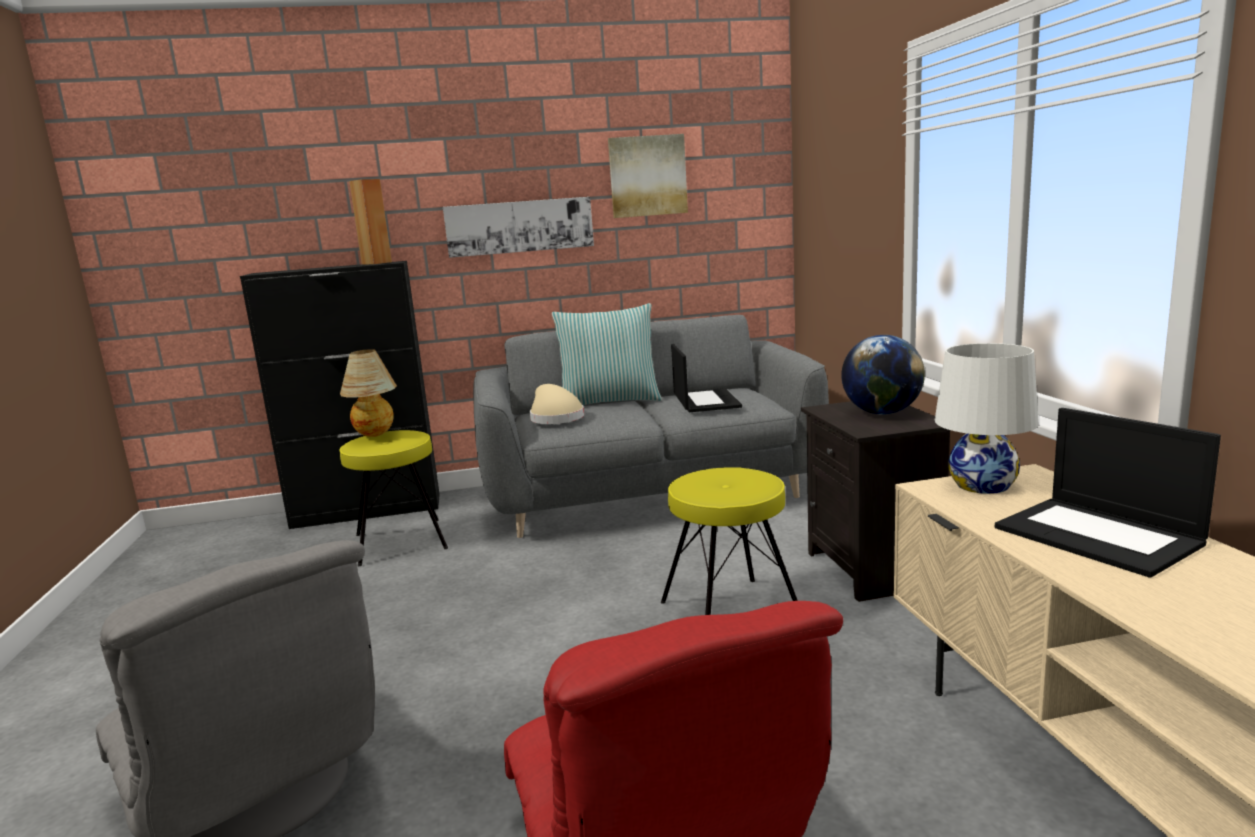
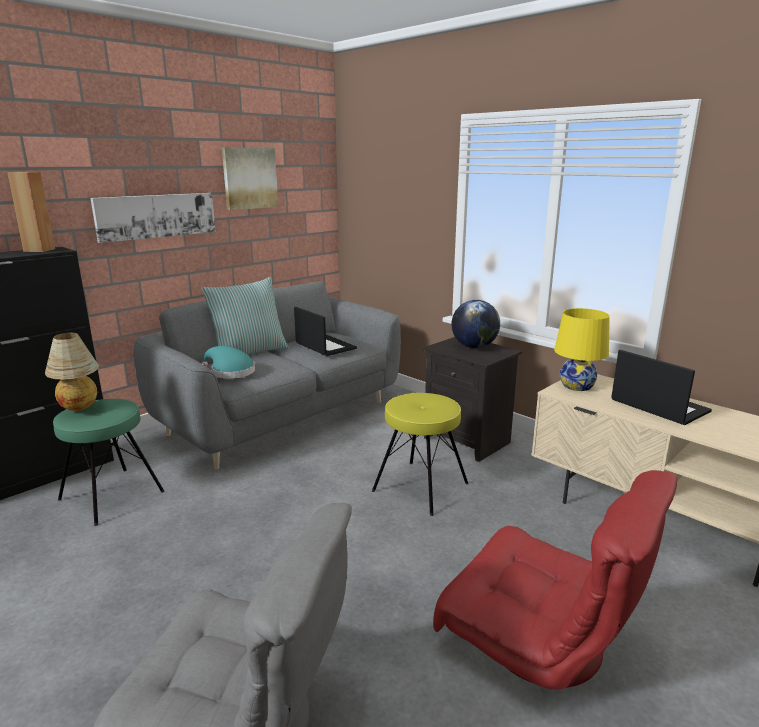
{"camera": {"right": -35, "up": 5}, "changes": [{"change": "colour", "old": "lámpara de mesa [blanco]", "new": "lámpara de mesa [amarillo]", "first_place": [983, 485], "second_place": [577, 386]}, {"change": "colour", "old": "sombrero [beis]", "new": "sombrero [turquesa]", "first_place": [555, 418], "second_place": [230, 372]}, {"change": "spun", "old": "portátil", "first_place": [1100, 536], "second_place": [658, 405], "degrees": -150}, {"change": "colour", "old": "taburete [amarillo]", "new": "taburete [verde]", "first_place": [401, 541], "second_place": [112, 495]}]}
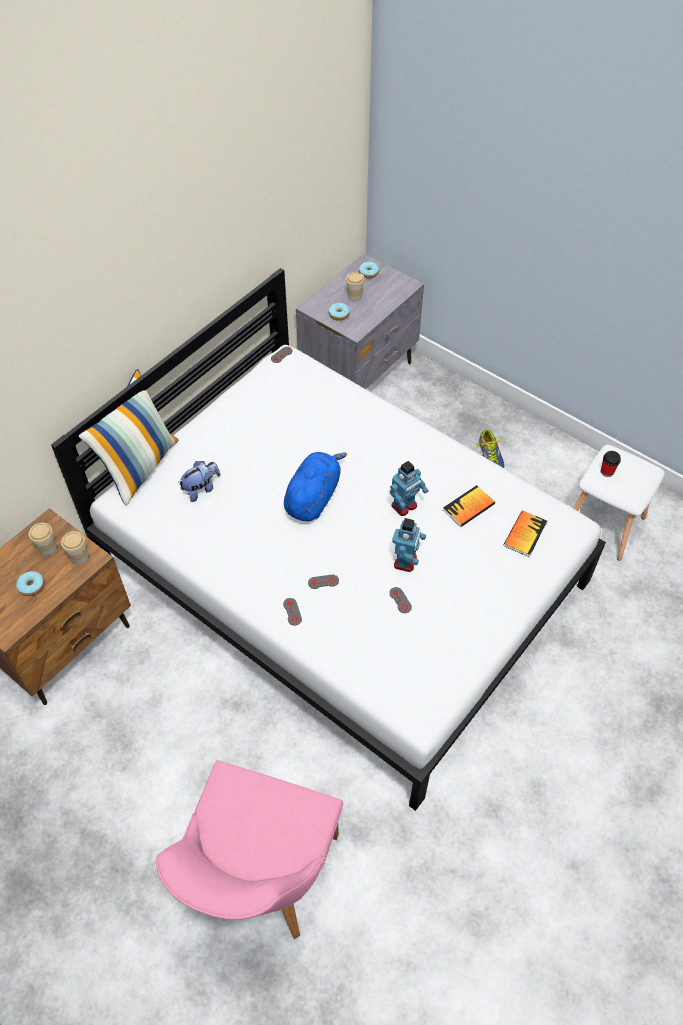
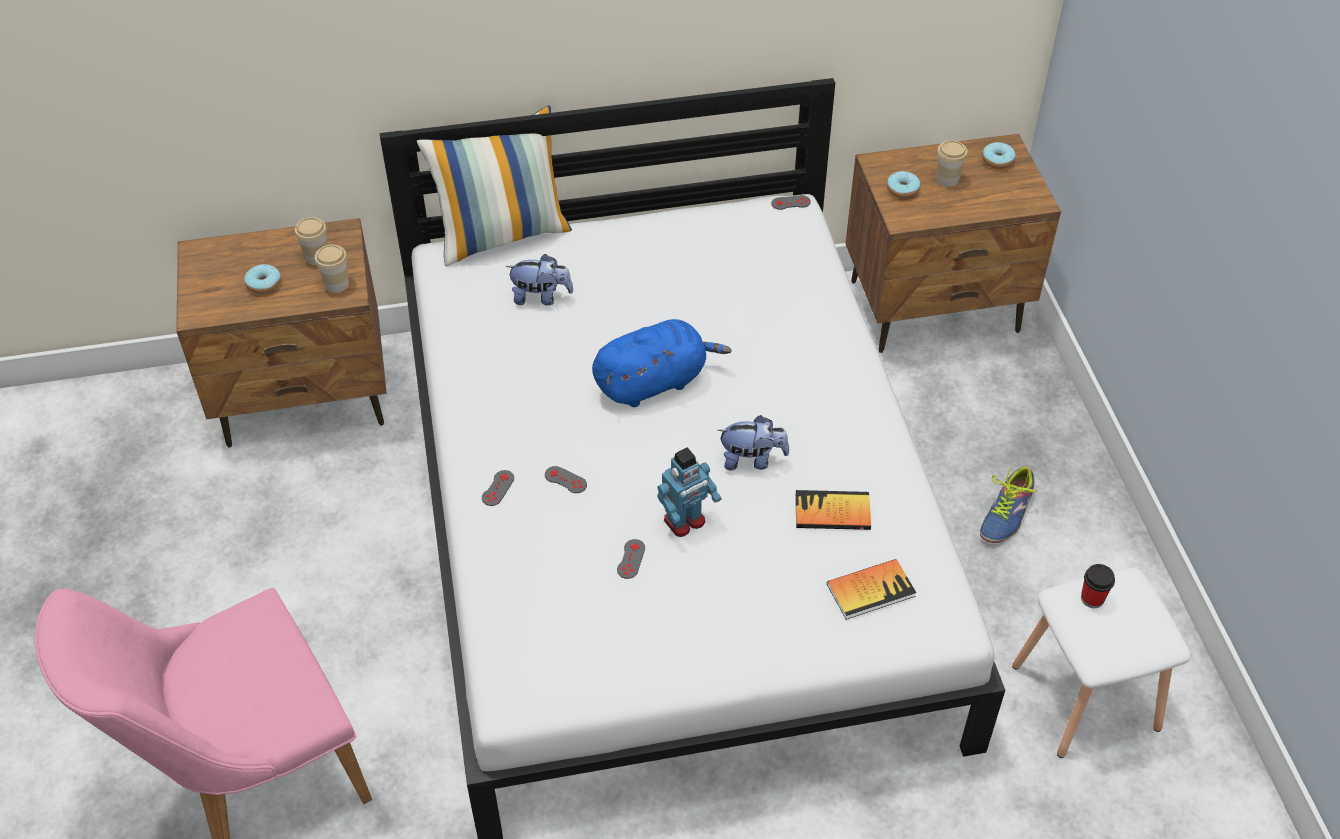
{"camera": {"right": 40, "up": -5}, "changes": [{"change": "colour", "old": "mesita de noche [gris]", "new": "mesita de noche [marrón]", "first_place": [360, 373], "second_place": [935, 307]}, {"change": "exchanged", "old": "robot de juguete", "new": "peluche", "first_place": [404, 506], "second_place": [752, 460]}]}
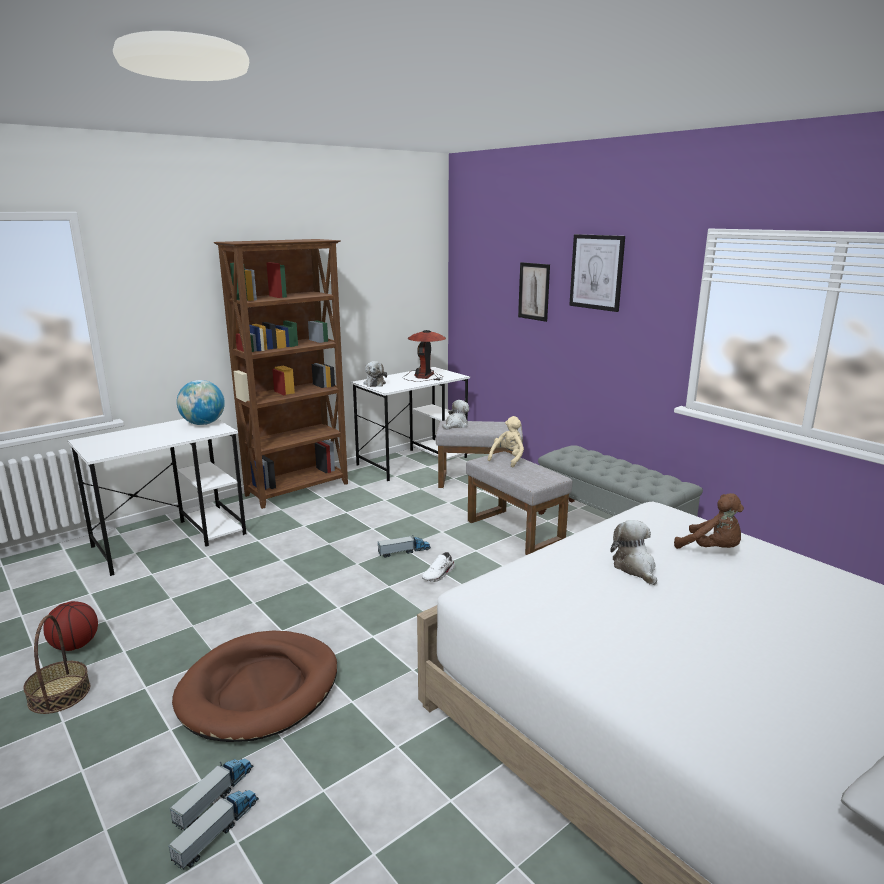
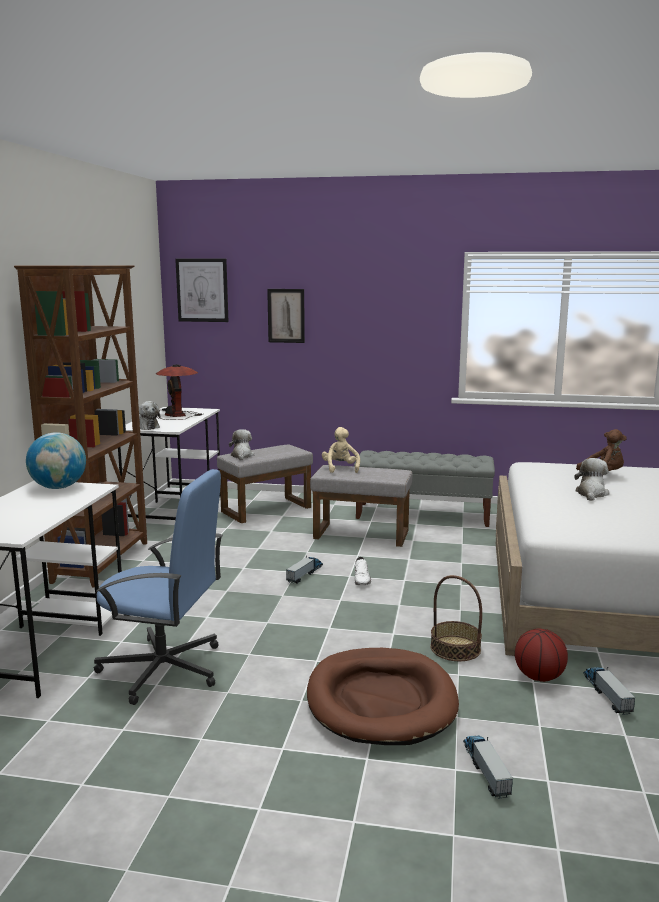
{"camera": {"right": -40, "up": -5}, "changes": [{"change": "relocated", "old": "cuadro", "first_place": [596, 272], "second_place": [202, 290]}, {"change": "spun", "old": "peluche", "first_place": [635, 567], "second_place": [591, 494], "degrees": 75}, {"change": "relocated", "old": "balón de baloncesto", "first_place": [75, 645], "second_place": [538, 677]}, {"change": "relocated", "old": "cesta", "first_place": [59, 694], "second_place": [455, 648]}, {"change": "relocated", "old": "camión de juguete", "first_place": [217, 831], "second_place": [606, 694]}, {"change": "appeared", "new": "silla de oficina [azul]", "second_place": [164, 669]}]}
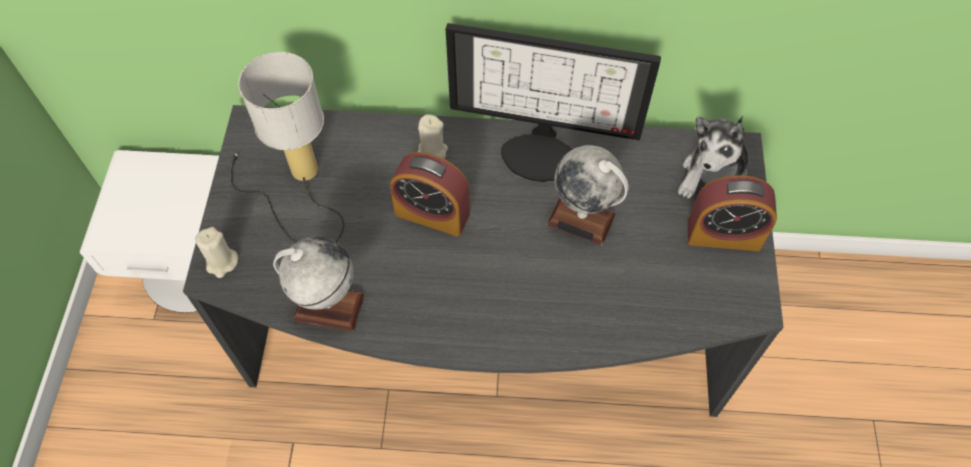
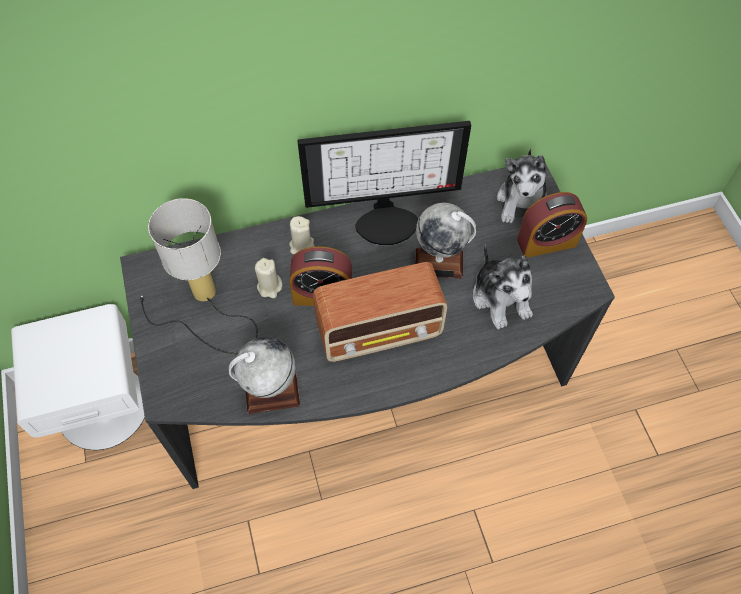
{"camera": {"right": -20, "up": 0}, "changes": [{"change": "relocated", "old": "vela [beis]", "first_place": [222, 262], "second_place": [269, 287]}, {"change": "appeared", "new": "peluche", "second_place": [501, 298]}, {"change": "appeared", "new": "radio", "second_place": [380, 331]}]}
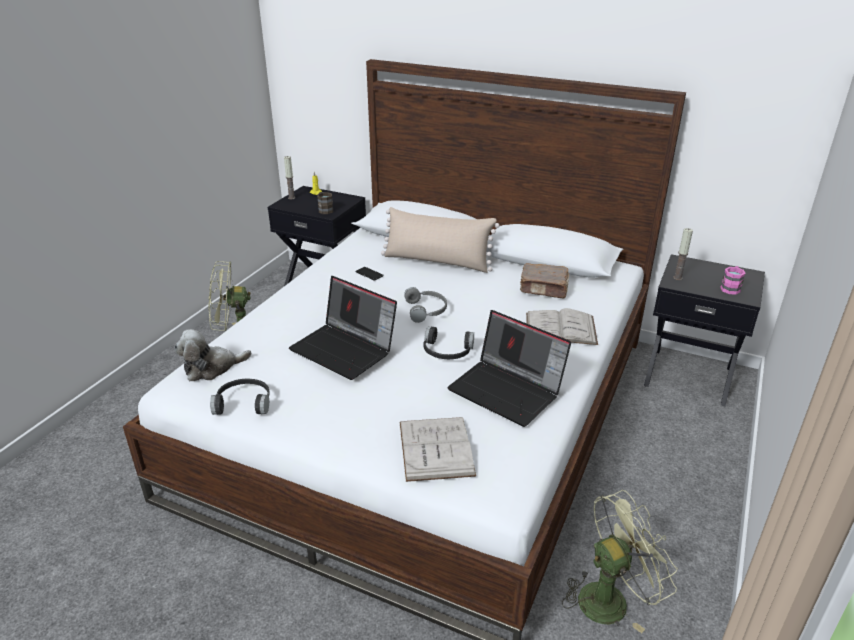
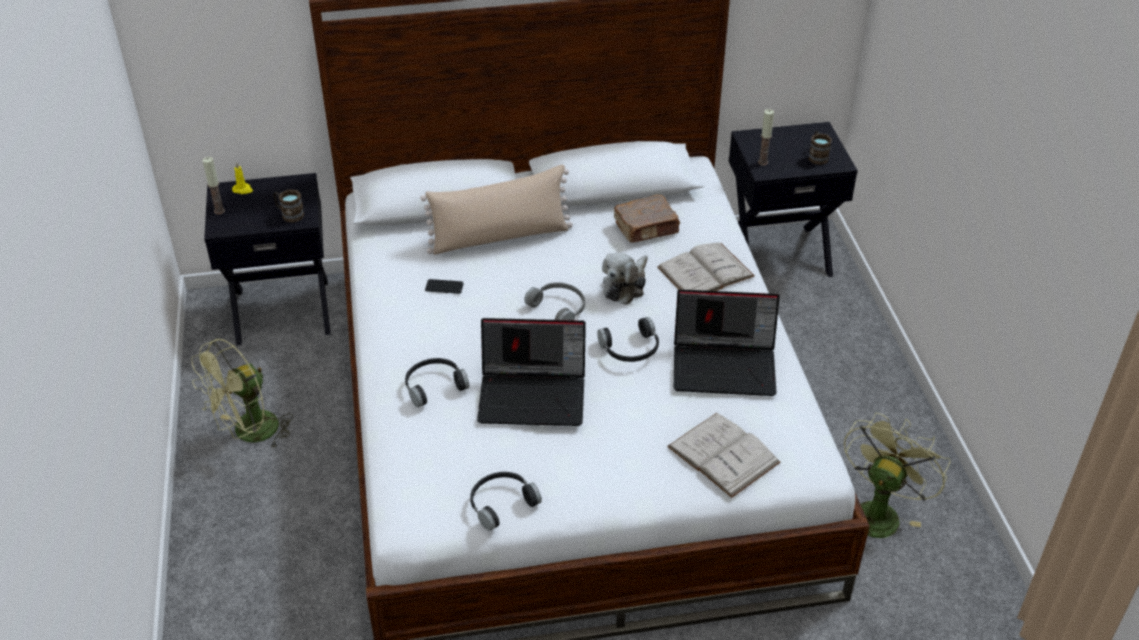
{"camera": {"right": -35, "up": 10}, "changes": [{"change": "colour", "old": "taza grande [rosa]", "new": "taza grande [marrón]", "first_place": [731, 288], "second_place": [817, 156]}, {"change": "relocated", "old": "peluche", "first_place": [212, 368], "second_place": [625, 286]}, {"change": "appeared", "new": "auriculares [negro]", "second_place": [434, 385]}]}
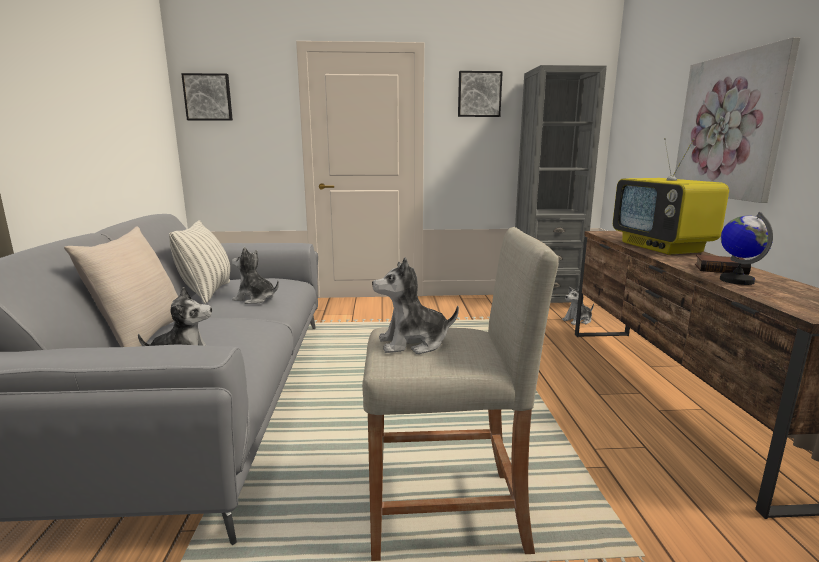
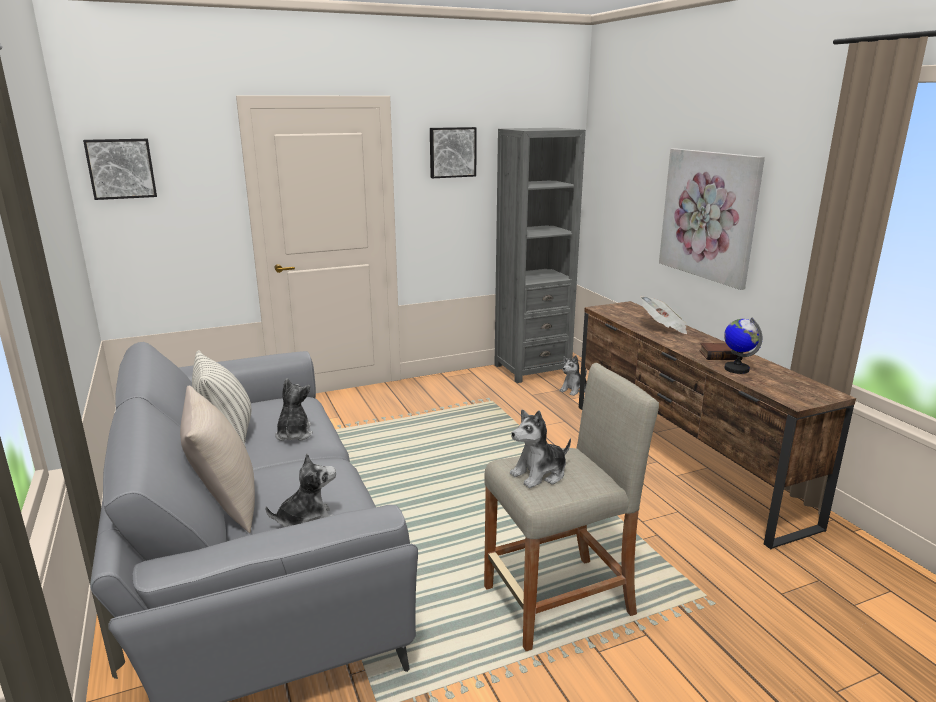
{"camera": {"right": -20, "up": 5}, "changes": [{"change": "exchanged", "old": "televisor", "new": "periódico", "first_place": [662, 247], "second_place": [663, 328]}, {"change": "spun", "old": "peluche", "first_place": [255, 299], "second_place": [294, 434], "degrees": 90}]}
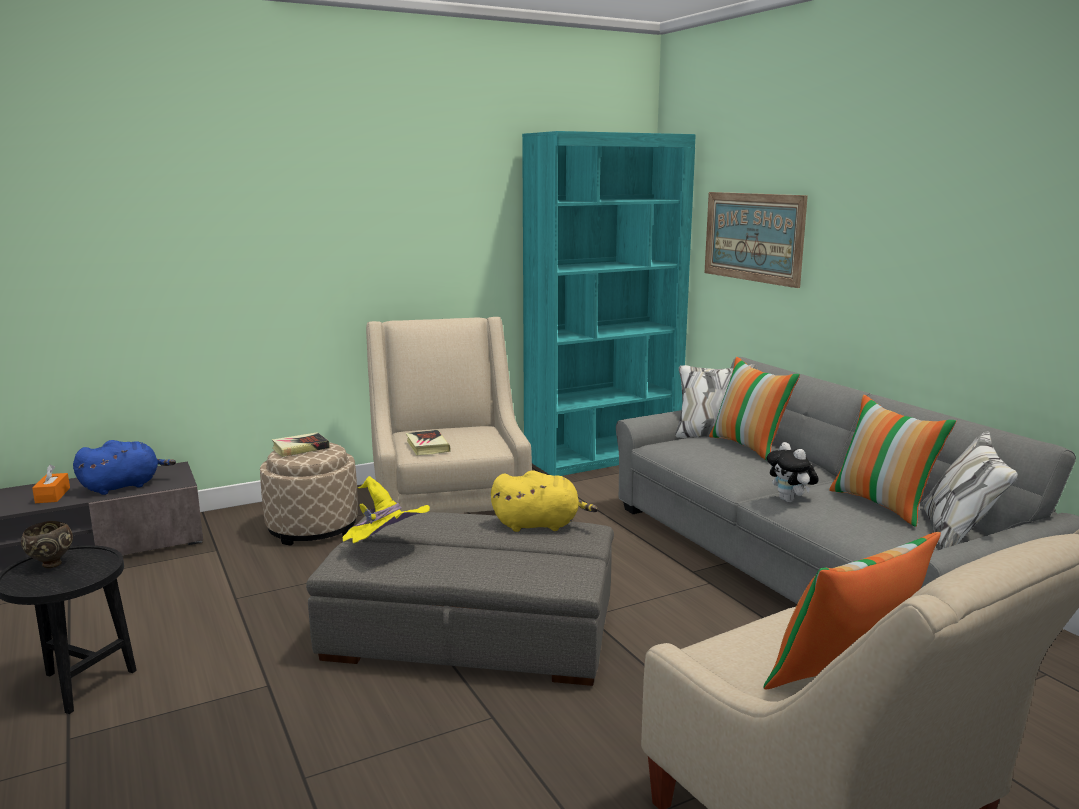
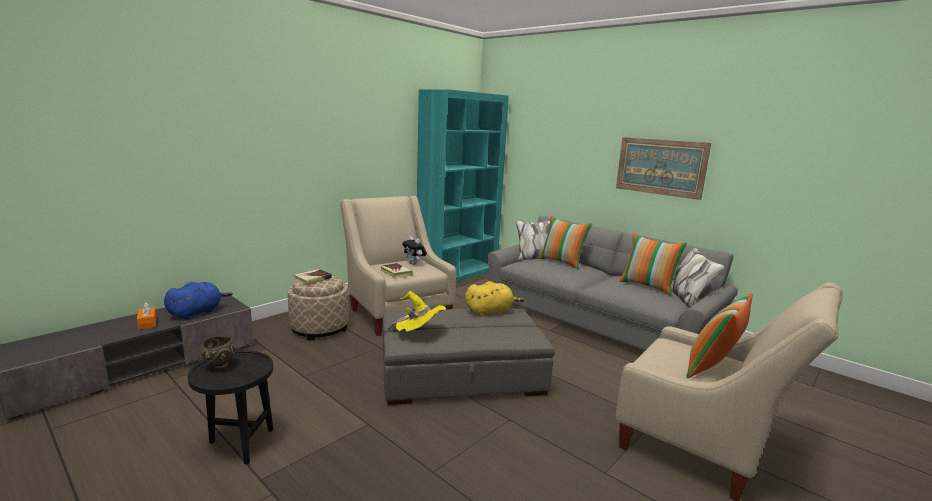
{"camera": {"right": -20, "up": 0}, "changes": [{"change": "relocated", "old": "cuadro", "first_place": [753, 237], "second_place": [660, 167]}, {"change": "relocated", "old": "peluche", "first_place": [790, 500], "second_place": [414, 264]}]}
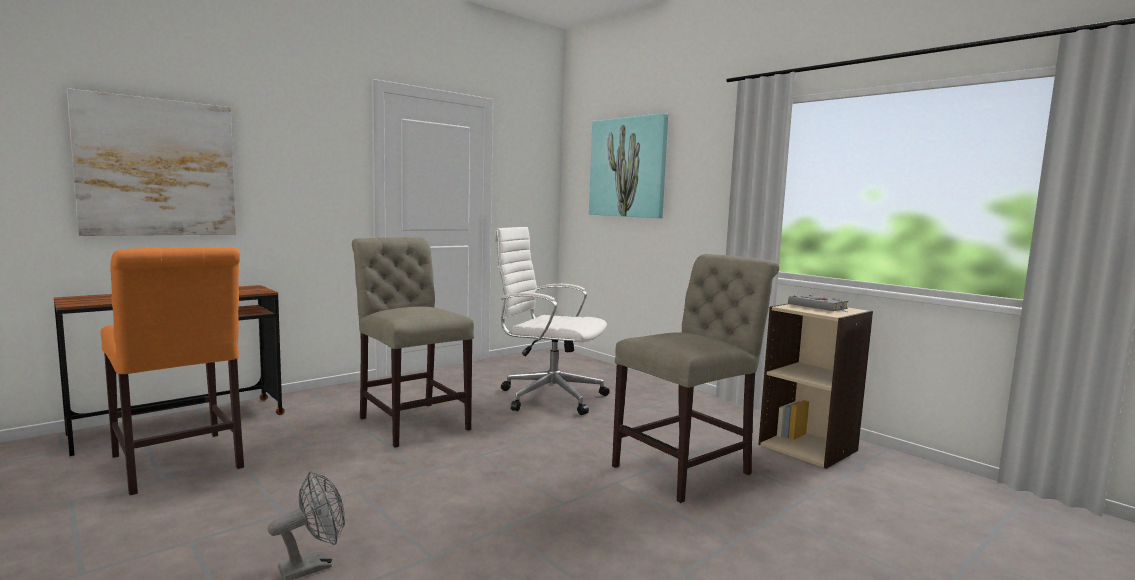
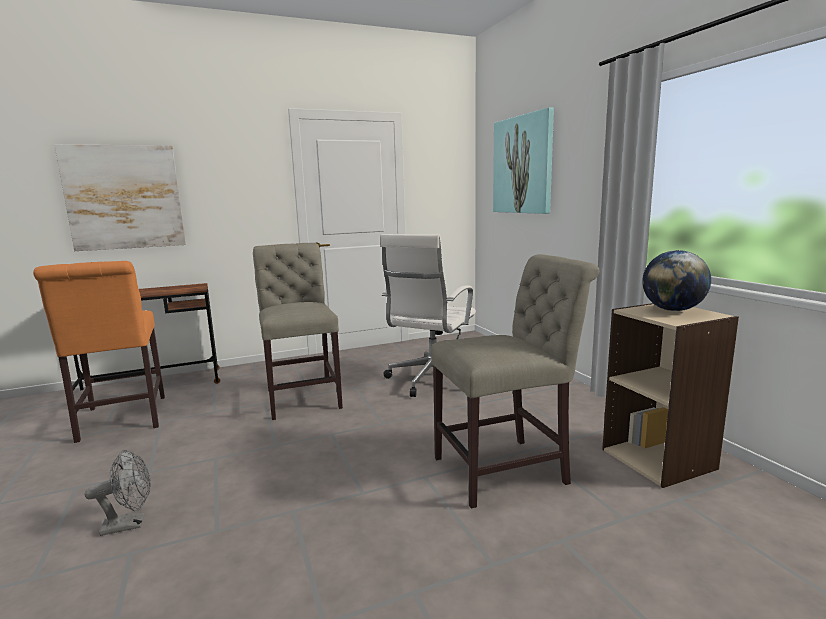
{"camera": {"right": 20, "up": 5}, "changes": [{"change": "spun", "old": "silla de oficina [blanco]", "first_place": [549, 397], "second_place": [431, 380], "degrees": -105}, {"change": "exchanged", "old": "libro [gris]", "new": "globo terráqueo", "first_place": [819, 307], "second_place": [672, 310]}]}
